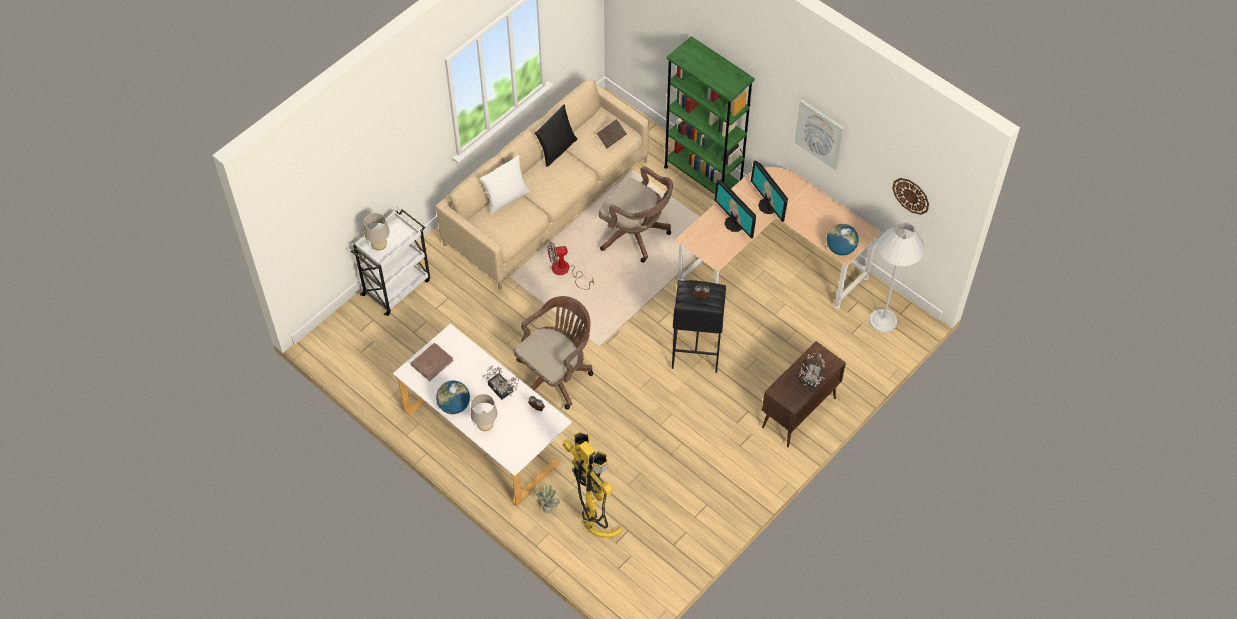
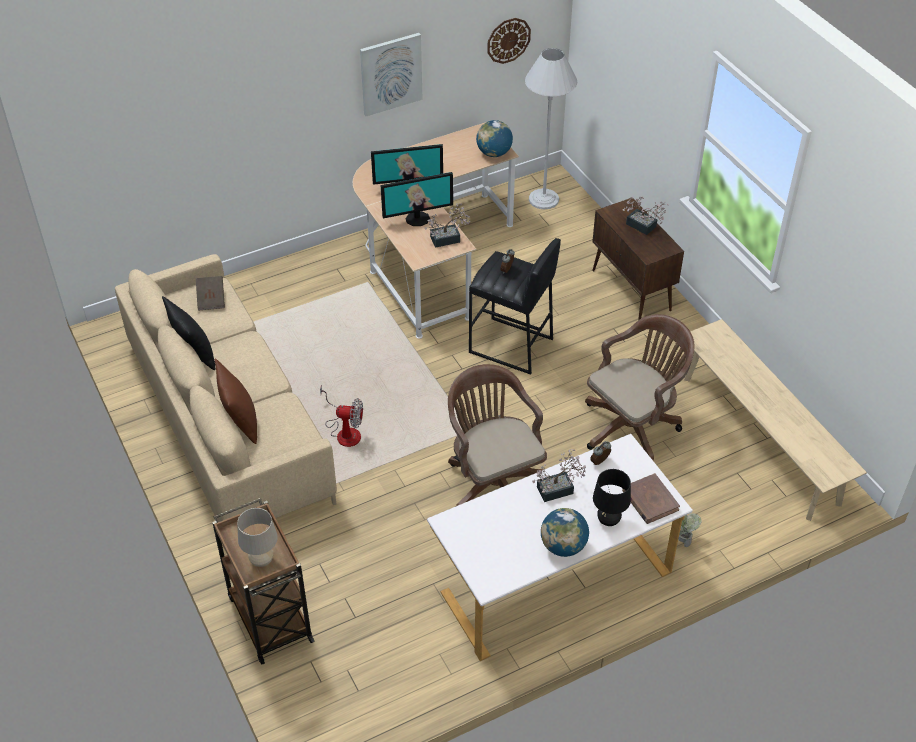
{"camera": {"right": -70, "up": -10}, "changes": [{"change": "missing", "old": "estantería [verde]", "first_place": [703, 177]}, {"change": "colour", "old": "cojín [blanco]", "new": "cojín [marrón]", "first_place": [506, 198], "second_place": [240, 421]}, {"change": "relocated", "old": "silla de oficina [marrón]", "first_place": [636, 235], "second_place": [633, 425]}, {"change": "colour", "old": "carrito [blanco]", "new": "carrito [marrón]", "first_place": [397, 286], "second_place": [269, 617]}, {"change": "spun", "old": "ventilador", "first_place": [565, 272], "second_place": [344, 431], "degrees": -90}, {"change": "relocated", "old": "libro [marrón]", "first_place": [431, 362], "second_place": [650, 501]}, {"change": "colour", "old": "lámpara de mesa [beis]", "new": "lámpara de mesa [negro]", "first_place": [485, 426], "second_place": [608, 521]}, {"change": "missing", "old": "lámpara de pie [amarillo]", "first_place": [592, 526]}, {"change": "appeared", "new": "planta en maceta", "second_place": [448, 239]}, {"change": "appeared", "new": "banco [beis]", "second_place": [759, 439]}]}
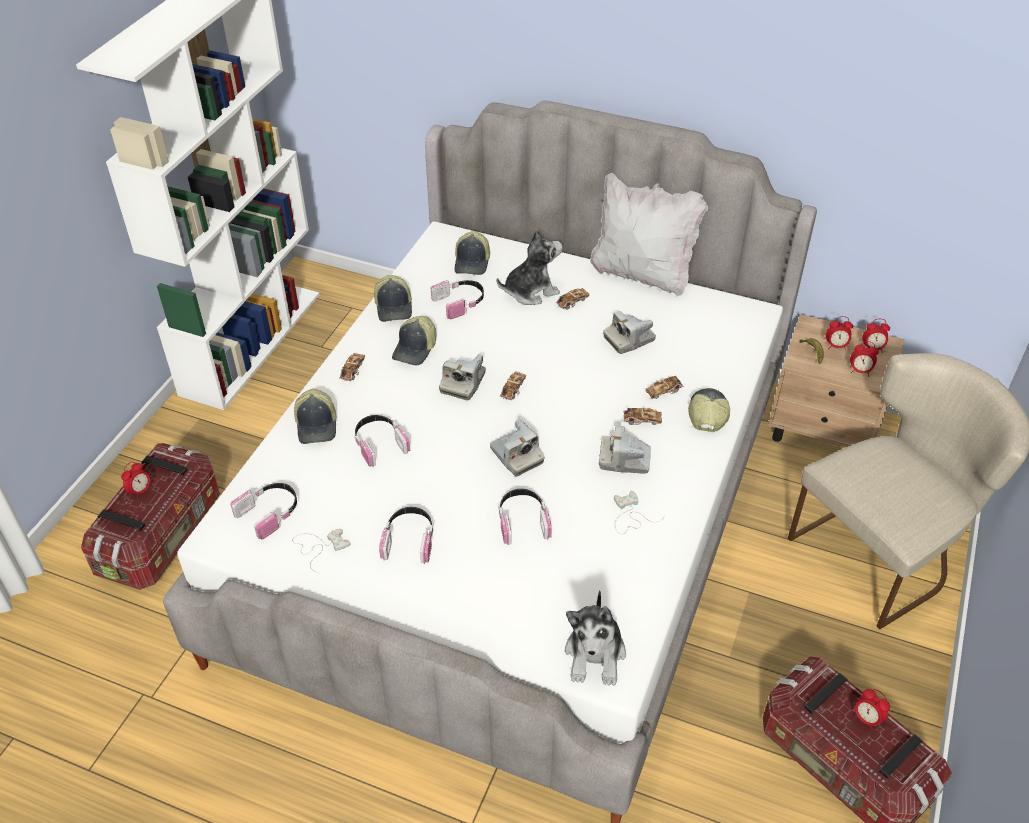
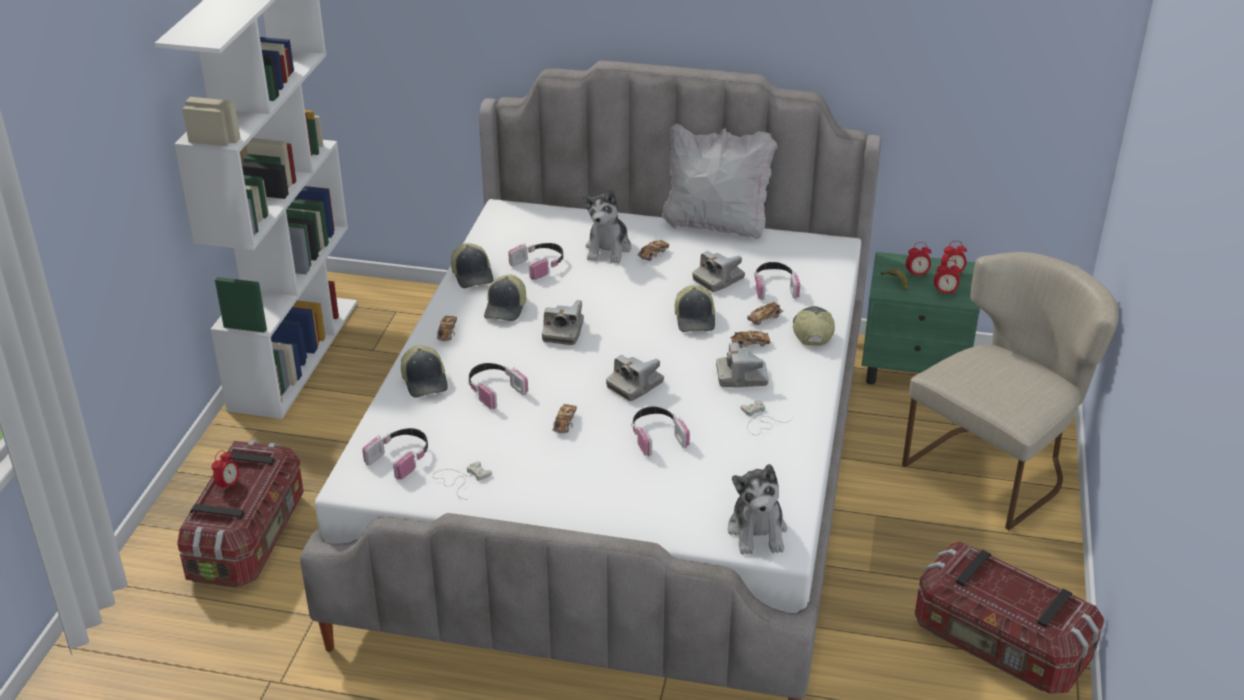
{"camera": {"right": -10, "up": -10}, "changes": [{"change": "spun", "old": "peluche", "first_place": [530, 291], "second_place": [608, 249], "degrees": 135}, {"change": "relocated", "old": "gorra", "first_place": [473, 262], "second_place": [695, 319]}, {"change": "colour", "old": "mesita de noche [beis]", "new": "mesita de noche [verde]", "first_place": [823, 429], "second_place": [915, 369]}, {"change": "relocated", "old": "coche de juguete", "first_place": [513, 390], "second_place": [565, 423]}, {"change": "spun", "old": "cámara", "first_place": [516, 456], "second_place": [635, 385], "degrees": 90}, {"change": "relocated", "old": "auriculares", "first_place": [409, 539], "second_place": [774, 287]}, {"change": "missing", "old": "despertador", "first_place": [866, 719]}]}
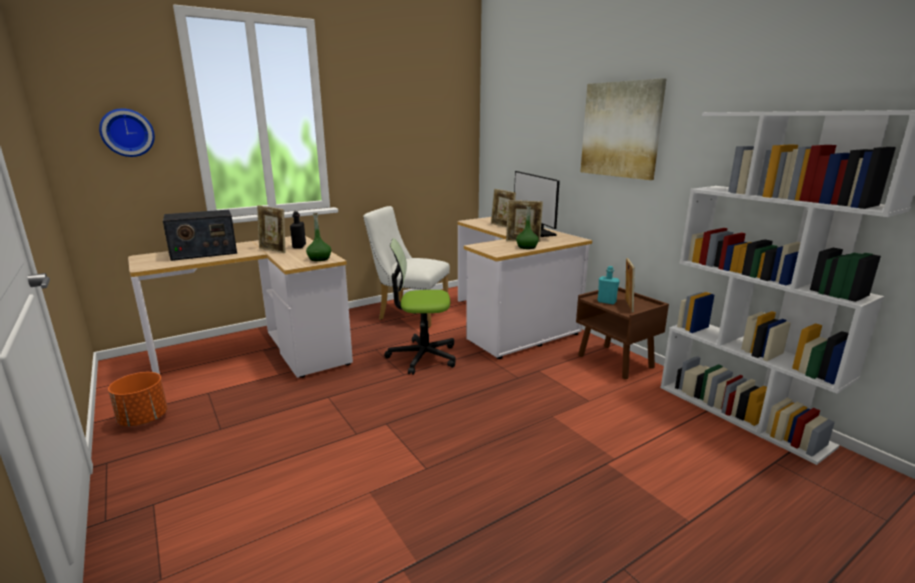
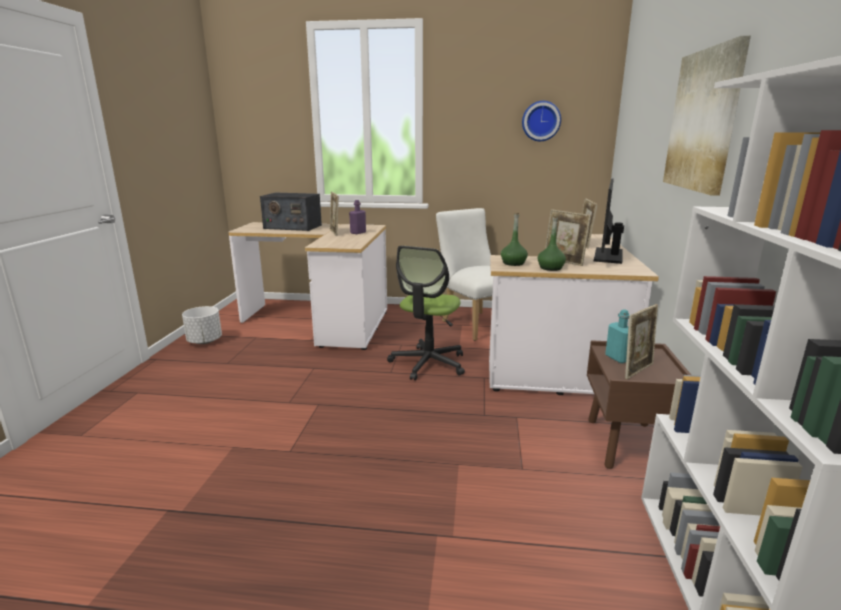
{"camera": {"right": 40, "up": 0}, "changes": [{"change": "relocated", "old": "reloj de pared", "first_place": [127, 132], "second_place": [541, 121]}, {"change": "colour", "old": "botella [negro]", "new": "botella [morado]", "first_place": [299, 246], "second_place": [358, 233]}, {"change": "relocated", "old": "botella [verde]", "first_place": [319, 259], "second_place": [513, 263]}, {"change": "spun", "old": "silla de oficina", "first_place": [422, 356], "second_place": [428, 363], "degrees": -105}, {"change": "colour", "old": "maceta [naranja]", "new": "maceta [blanco]", "first_place": [143, 419], "second_place": [204, 341]}]}
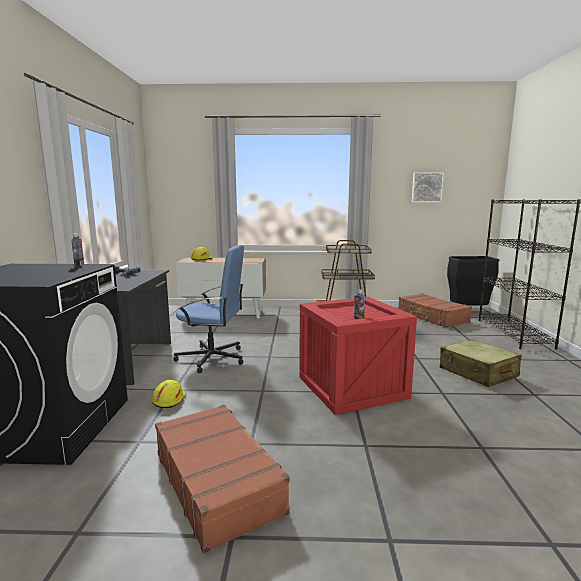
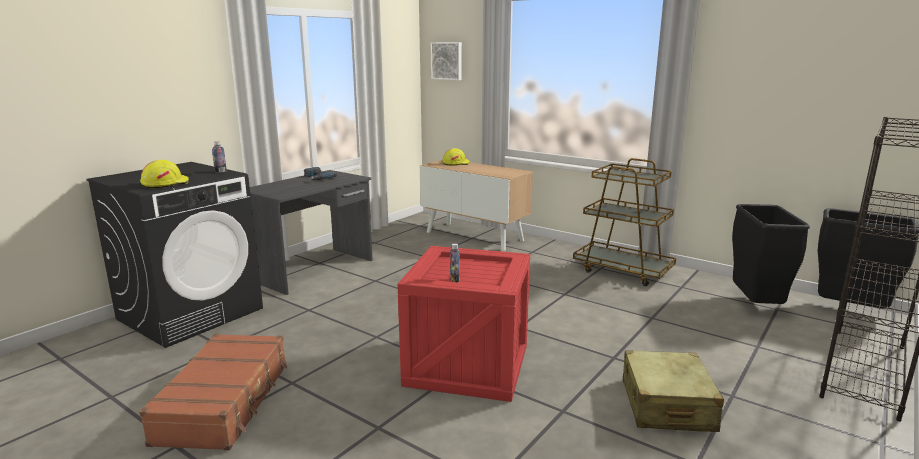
{"camera": {"right": 35, "up": 5}, "changes": [{"change": "relocated", "old": "cuadro", "first_place": [426, 187], "second_place": [447, 61]}, {"change": "missing", "old": "silla de oficina [azul]", "first_place": [212, 358]}, {"change": "exchanged", "old": "maleta [marrón]", "new": "papelera [negro]", "first_place": [432, 317], "second_place": [756, 306]}, {"change": "relocated", "old": "casco [amarillo]", "first_place": [168, 399], "second_place": [165, 184]}]}
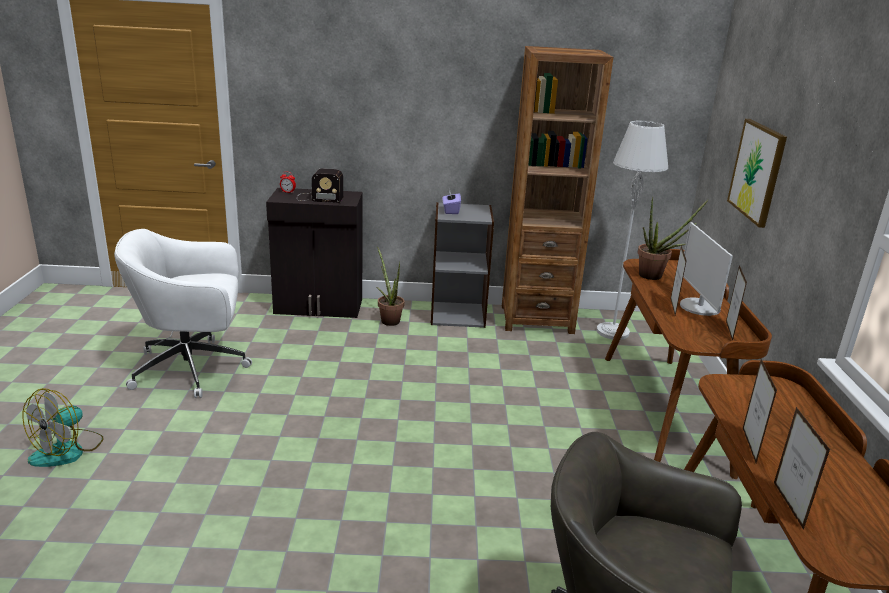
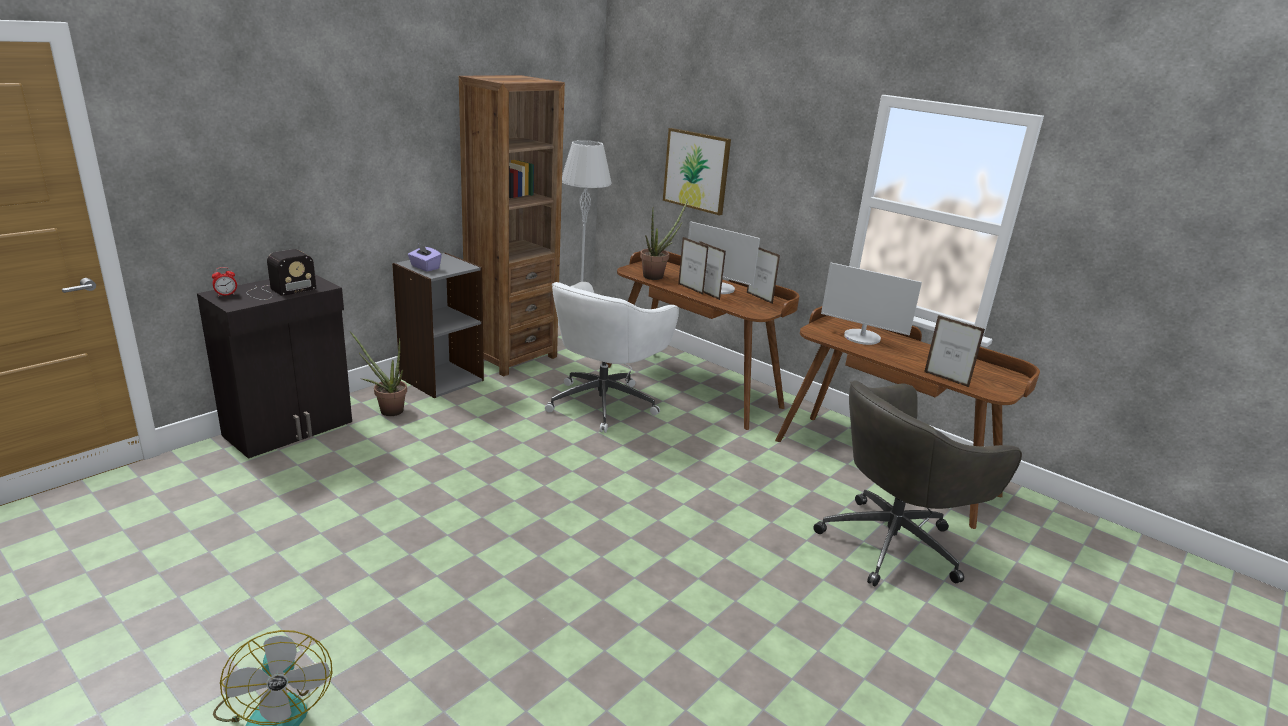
{"camera": {"right": -50, "up": 0}, "changes": [{"change": "relocated", "old": "silla de oficina [blanco]", "first_place": [193, 368], "second_place": [604, 403]}, {"change": "relocated", "old": "portarretratos", "first_place": [749, 445], "second_place": [690, 289]}, {"change": "appeared", "new": "monitor", "second_place": [862, 337]}]}
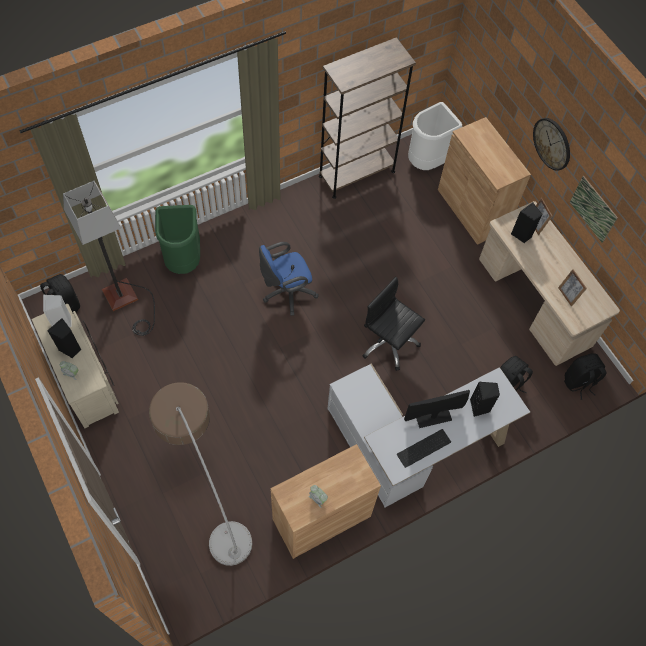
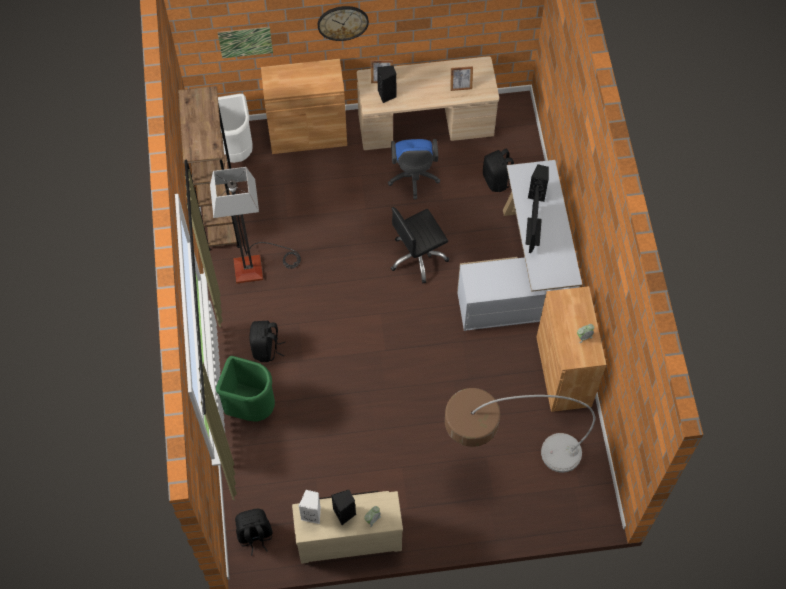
{"camera": {"right": -65, "up": 0}, "changes": [{"change": "relocated", "old": "cuadro", "first_place": [593, 209], "second_place": [245, 42]}, {"change": "relocated", "old": "lámpara de pie", "first_place": [127, 301], "second_place": [258, 265]}, {"change": "relocated", "old": "silla de oficina [azul]", "first_place": [286, 292], "second_place": [413, 179]}, {"change": "relocated", "old": "mochila [negro]", "first_place": [579, 382], "second_place": [266, 349]}, {"change": "missing", "old": "teclado", "first_place": [424, 449]}]}
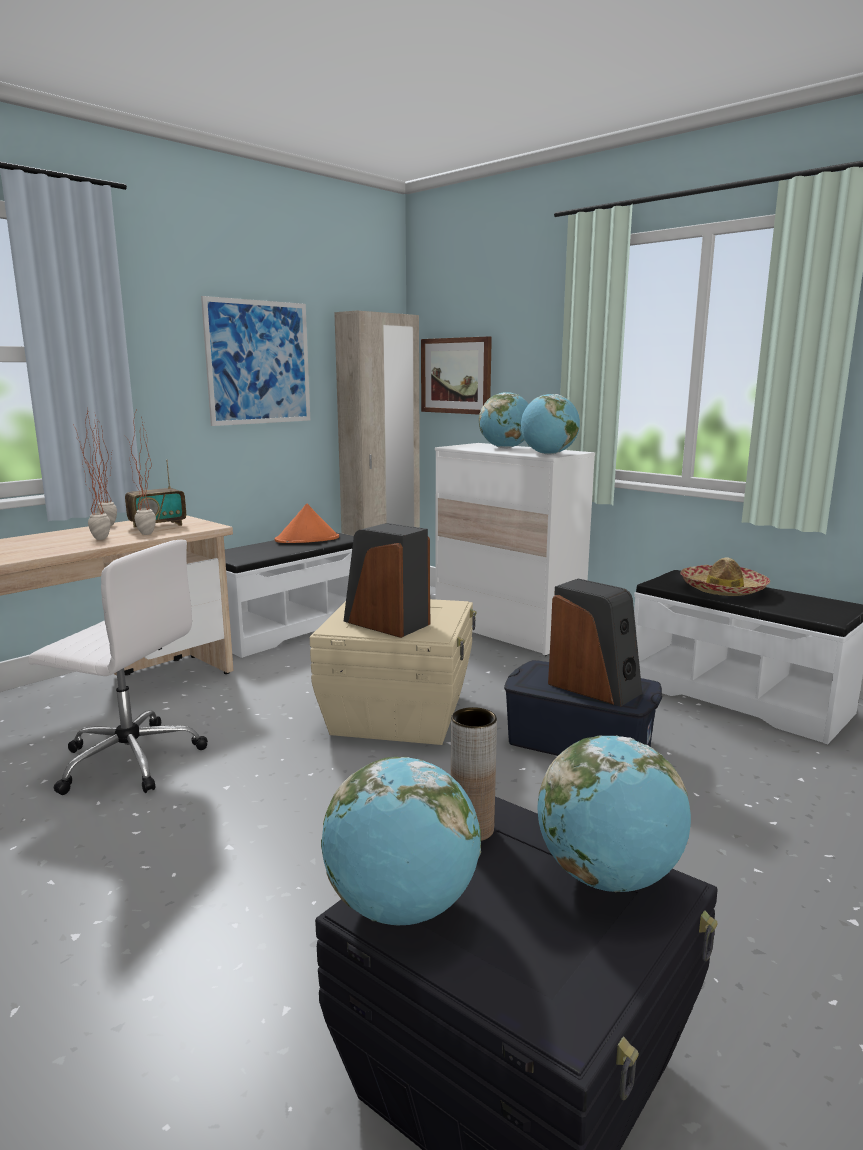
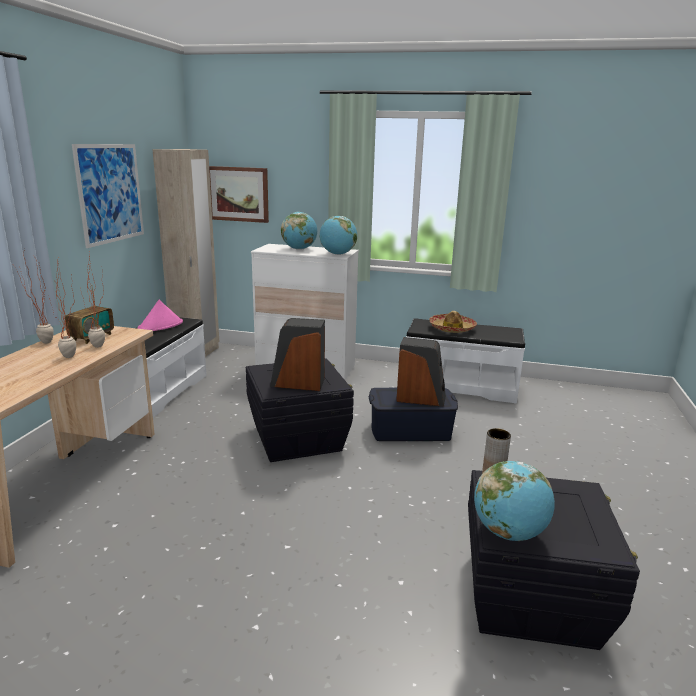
{"camera": {"right": -30, "up": 5}, "changes": [{"change": "colour", "old": "sombrero [naranja]", "new": "sombrero [rosa]", "first_place": [307, 539], "second_place": [161, 326]}, {"change": "missing", "old": "silla de oficina [blanco]", "first_place": [128, 759]}, {"change": "colour", "old": "caja de almacenaje [beis]", "new": "caja de almacenaje [negro]", "first_place": [399, 714], "second_place": [298, 438]}, {"change": "missing", "old": "globo terráqueo", "first_place": [608, 877]}]}
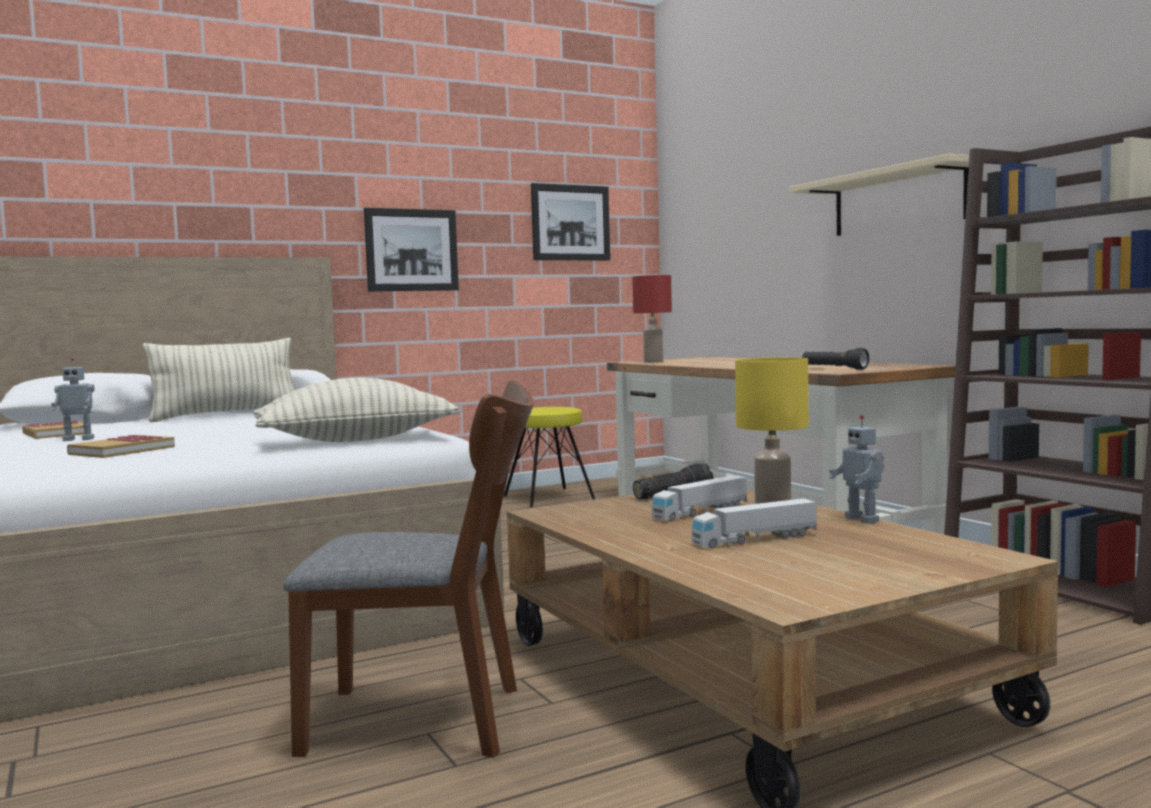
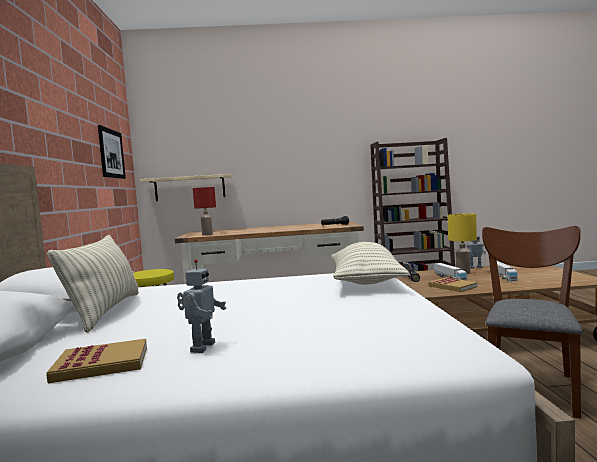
{"camera": {"right": -65, "up": 0}, "changes": [{"change": "relocated", "old": "estante [beis]", "first_place": [898, 201], "second_place": [190, 188]}, {"change": "missing", "old": "cuadro", "first_place": [411, 250]}, {"change": "relocated", "old": "libro", "first_place": [122, 450], "second_place": [452, 286]}]}
